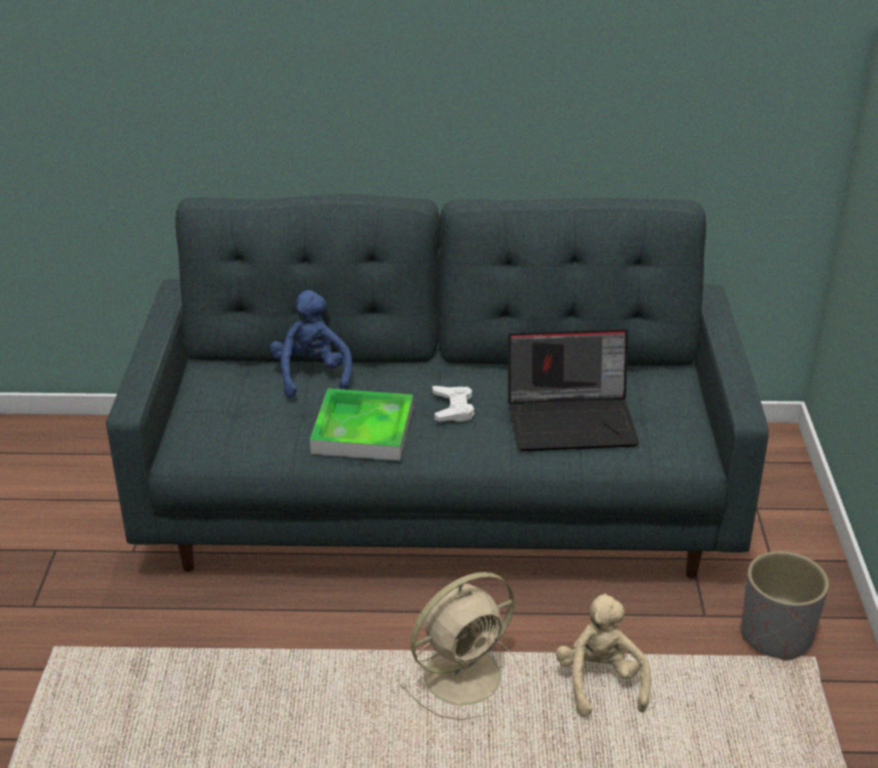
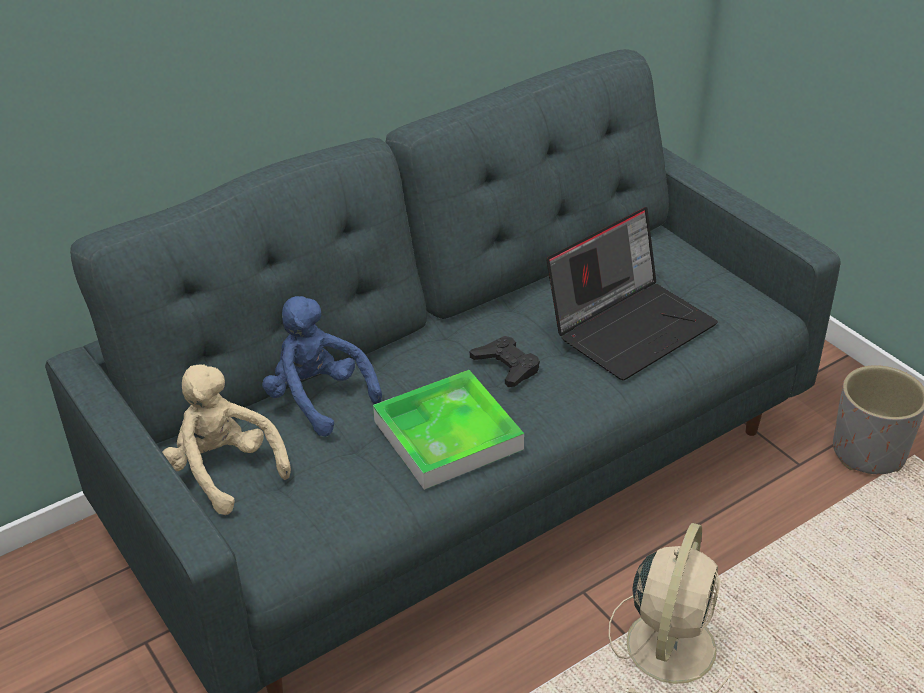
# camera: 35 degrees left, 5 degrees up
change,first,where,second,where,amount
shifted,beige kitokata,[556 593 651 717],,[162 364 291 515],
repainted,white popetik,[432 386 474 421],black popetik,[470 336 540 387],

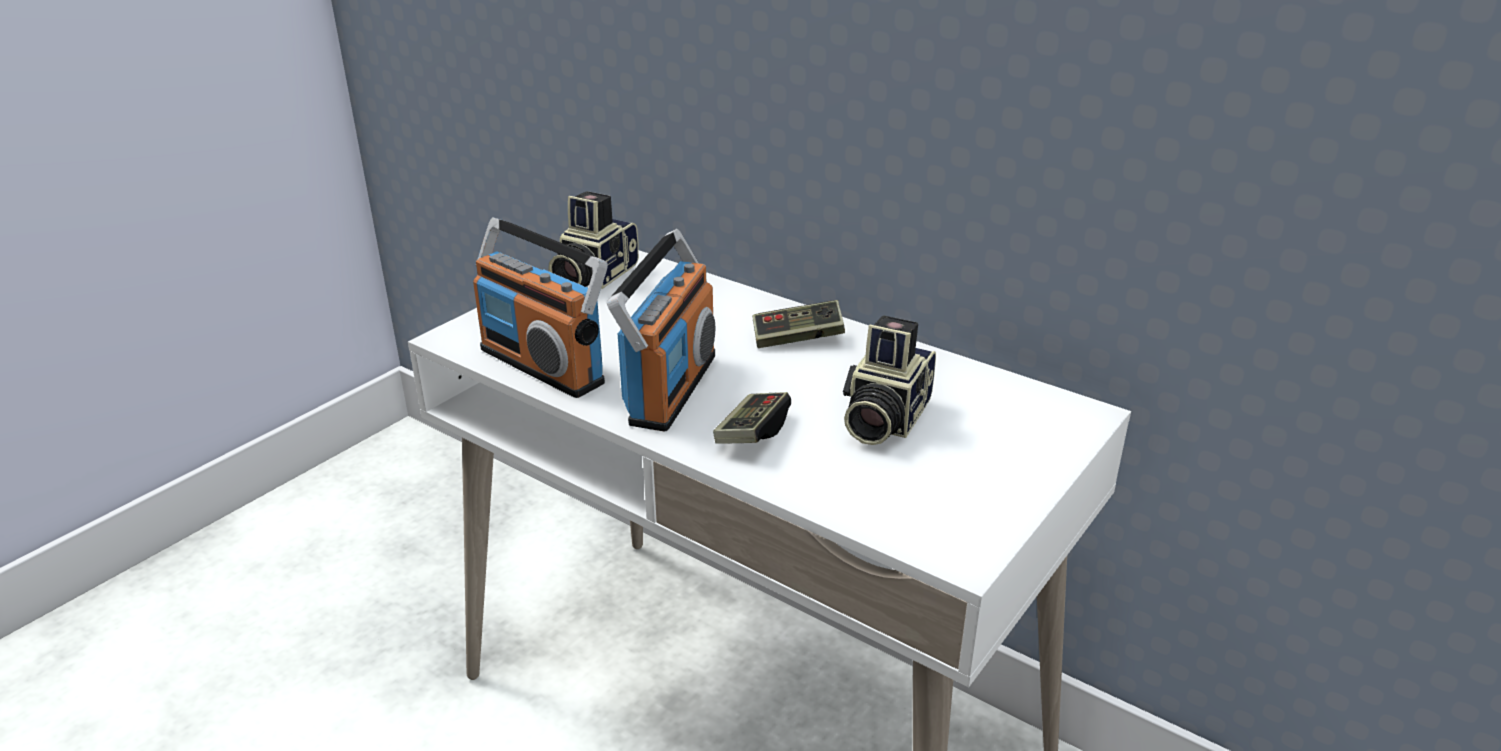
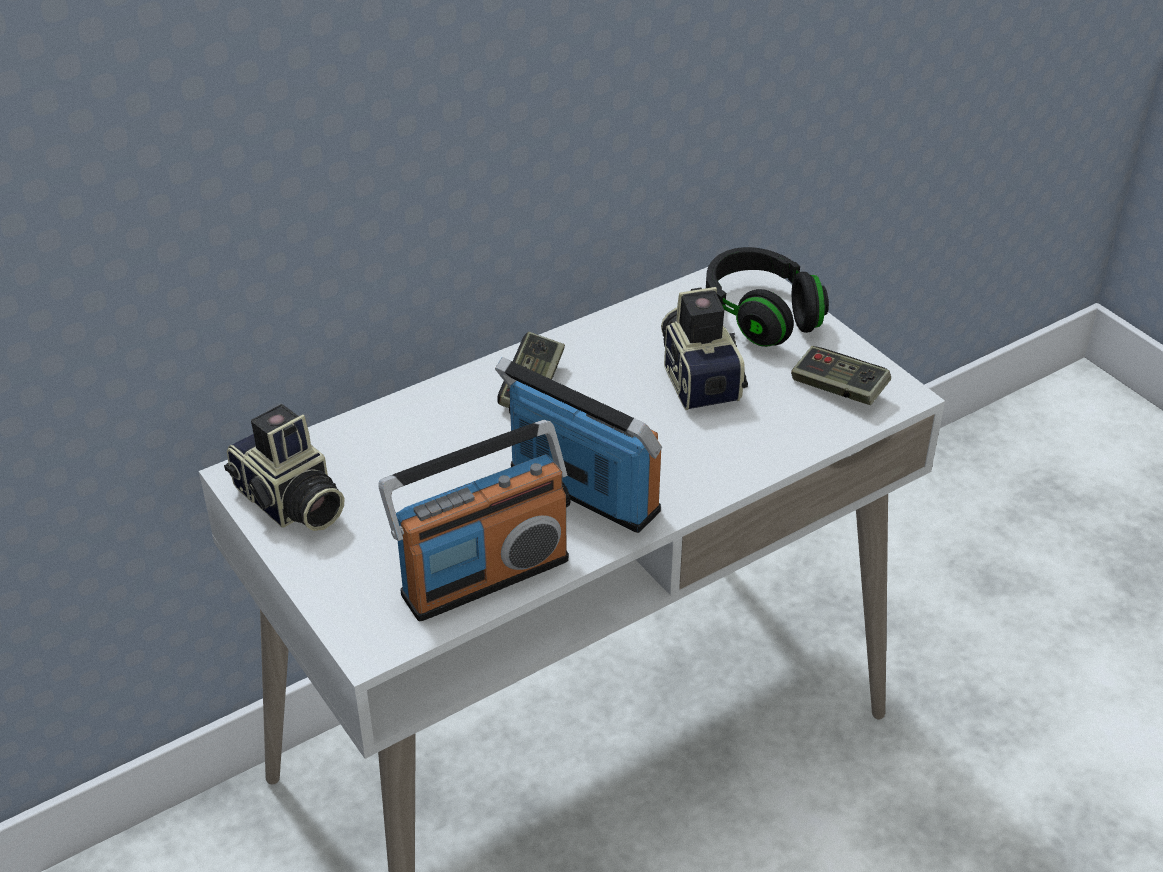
# camera: 70 degrees left, 10 degrees up
change,first,where,second,where,amount
rotated,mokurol,[843 315 936 445],,[661 287 748 410],150 degrees counterclockwise
new,,,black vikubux,[706 247 829 347],
shifted,popetik,[713 392 791 444],,[791 346 891 405],

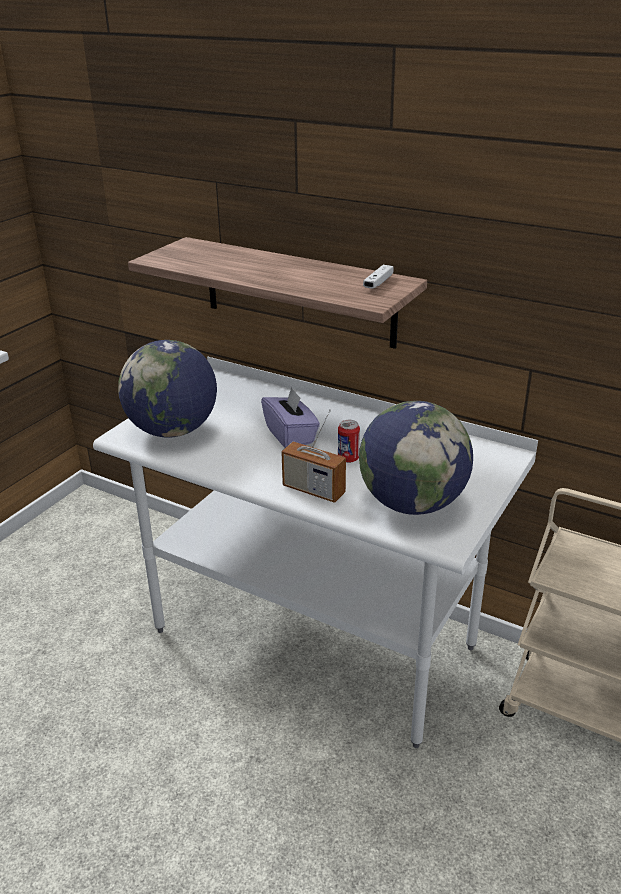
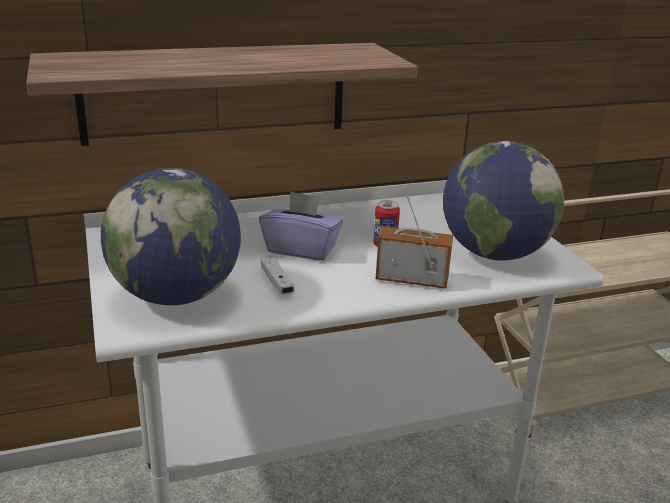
# camera: 50 degrees left, 5 degrees down
change,first,where,second,where,amount
shifted,white popetik,[363 265 394 288],,[261 257 295 295],
rotated,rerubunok,[281 409 346 503],,[376 188 453 289],150 degrees counterclockwise

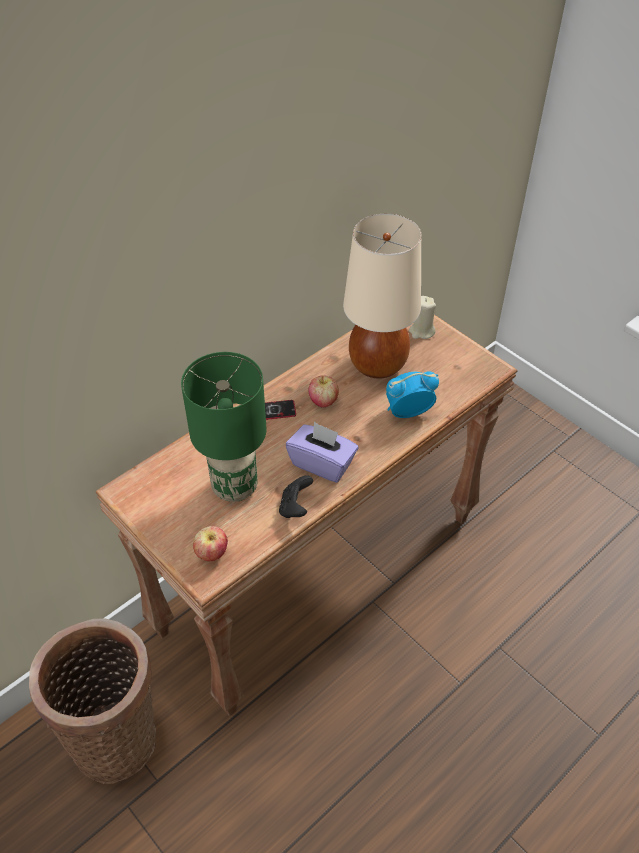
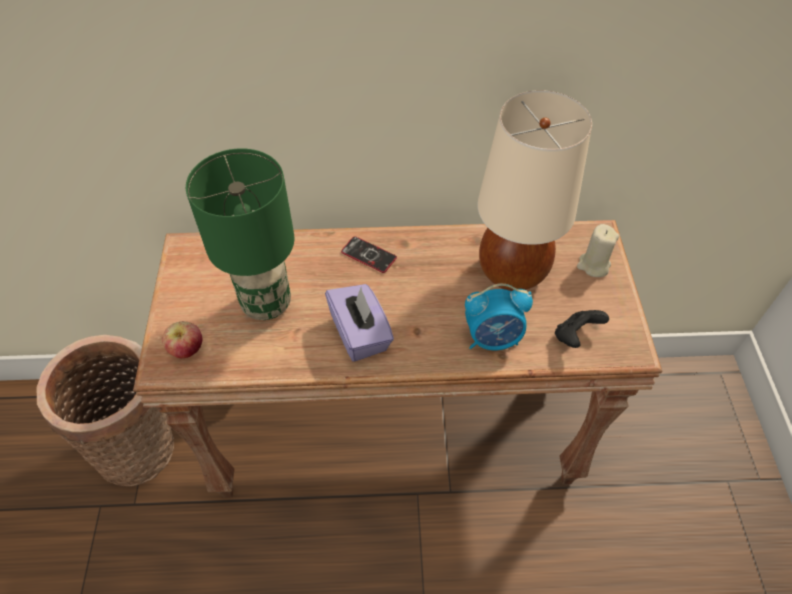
# camera: 40 degrees right, 5 degrees up
change,first,where,second,where,amount
rotated,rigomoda,[386 371 439 418],,[465 283 533 350],150 degrees clockwise
shifted,black popetik,[279 476 313 518],,[555 310 609 348],
gone,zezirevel,[308 375 339 407],,,

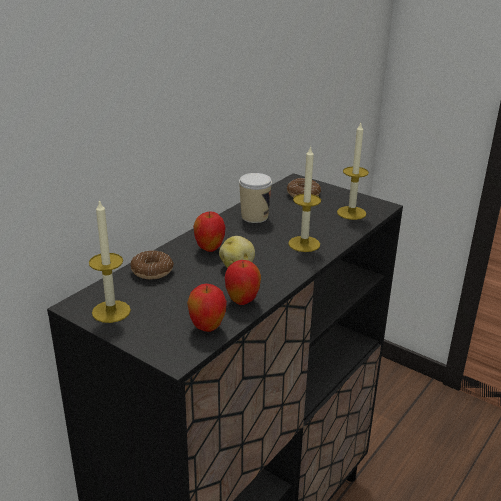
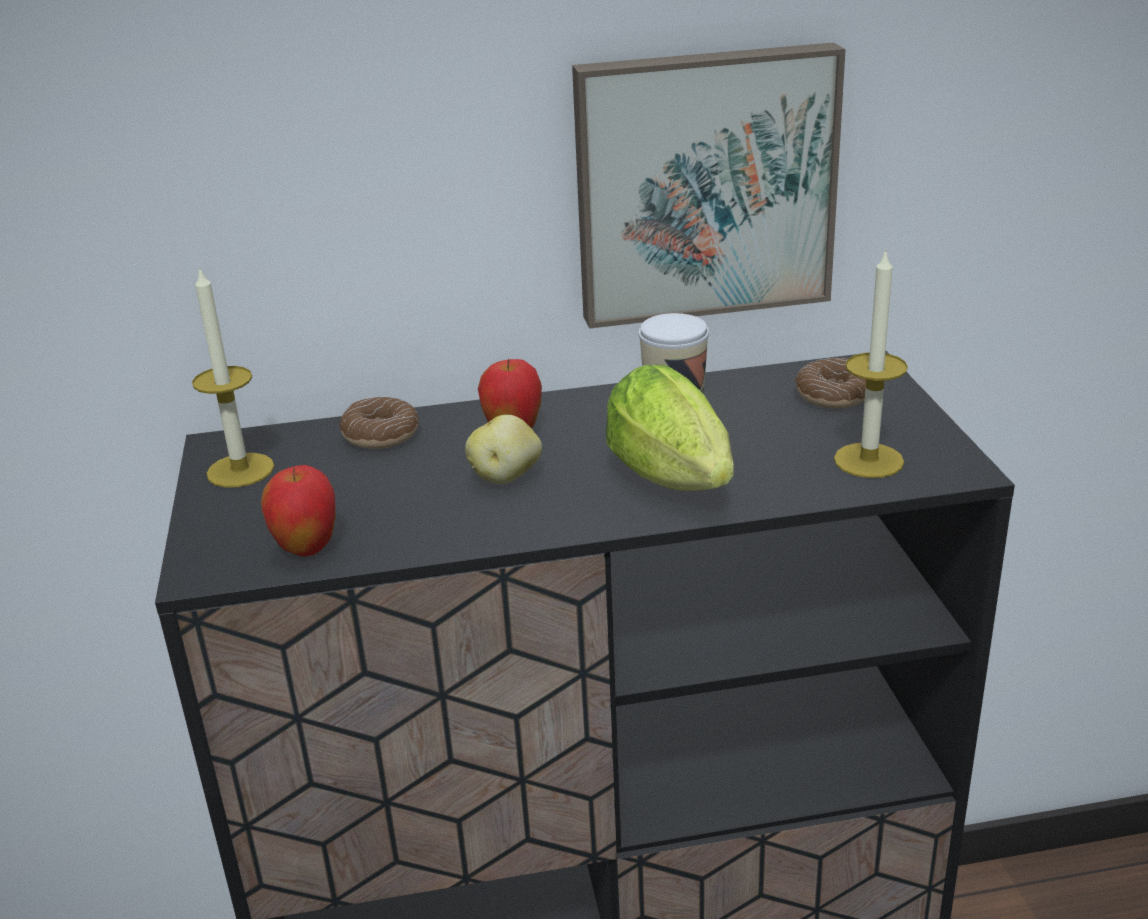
# camera: 45 degrees right, 0 degrees up
change,first,where,second,where,amount
new,,,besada,[572 43 846 329],
swapped,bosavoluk,[288 146 321 252],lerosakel,[606 365 734 491],
gone,zezirevel,[225 260 261 305],,,

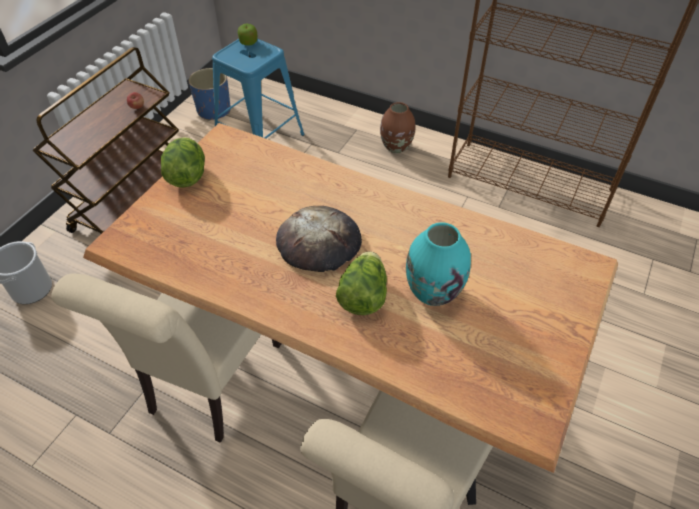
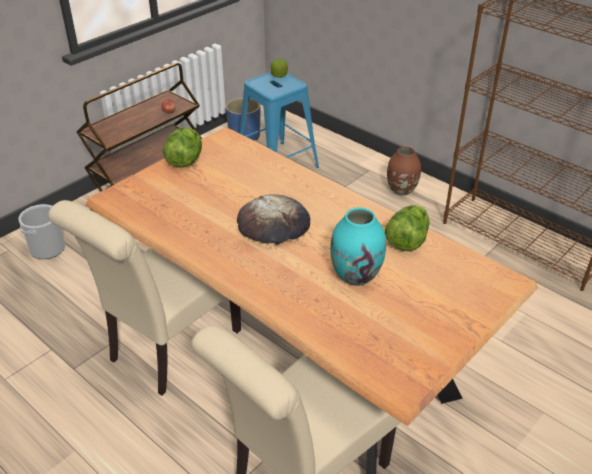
# camera: 15 degrees right, 10 degrees down
change,first,where,second,where,amount
shifted,lerosakel,[336 251 387 315],,[385 205 429 251],

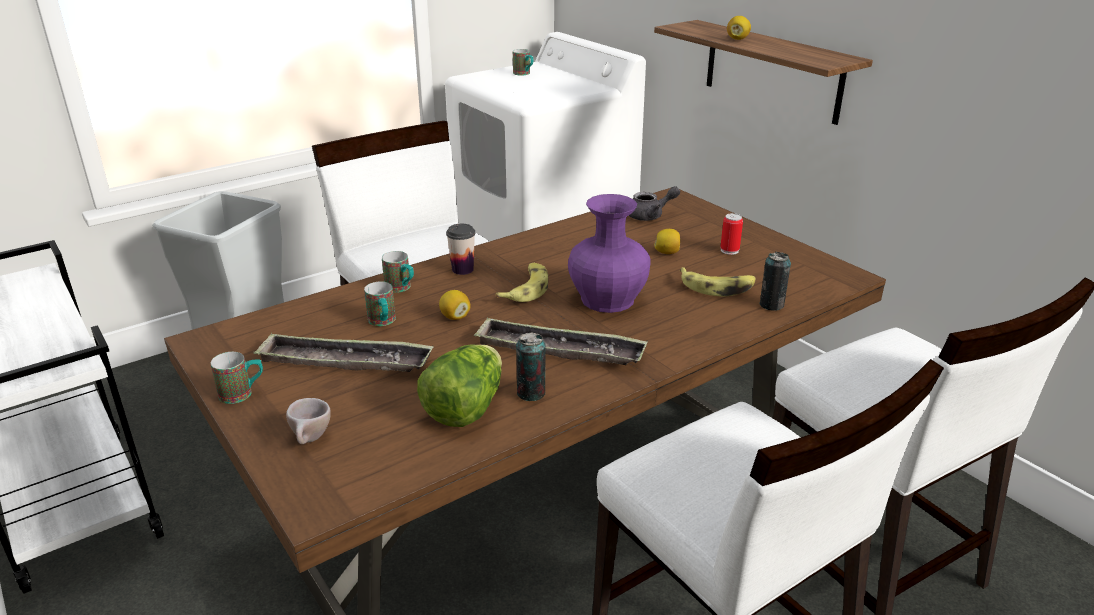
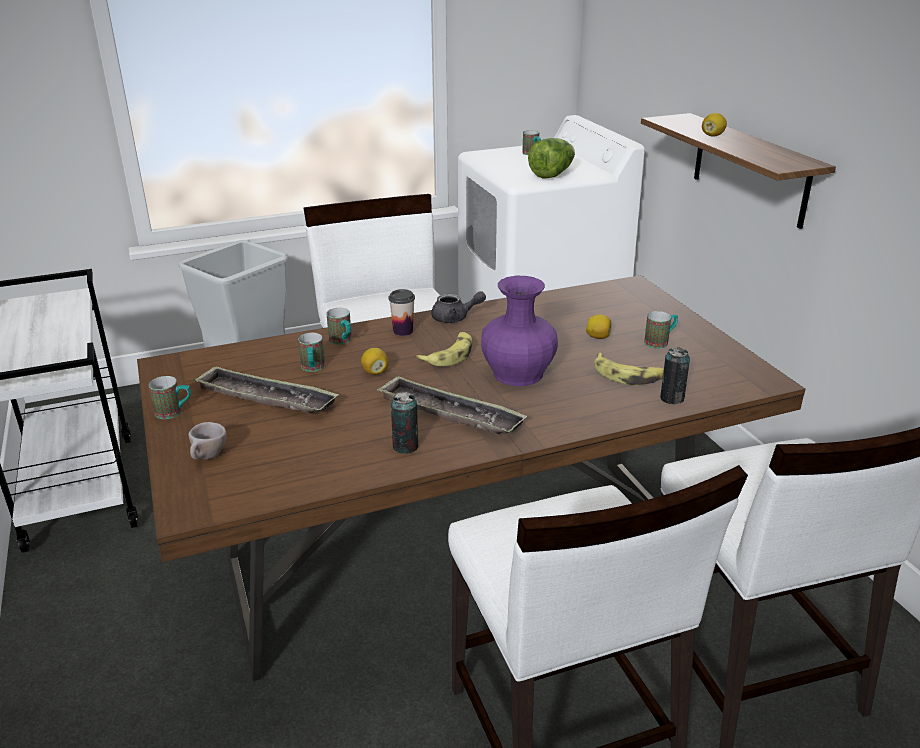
# camera: 15 degrees right, 0 degrees up
change,first,where,second,where,amount
shifted,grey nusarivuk,[629 186 680 221],,[431 291 486 323],
shifted,lerosakel,[417 345 502 427],,[528 138 575 179],
swapped,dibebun,[720 213 743 255],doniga,[644 311 678 349],

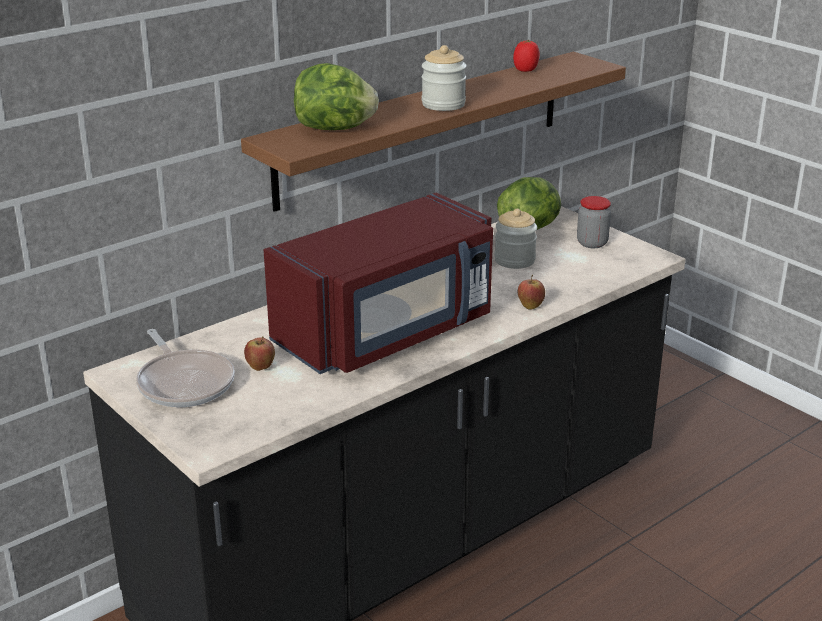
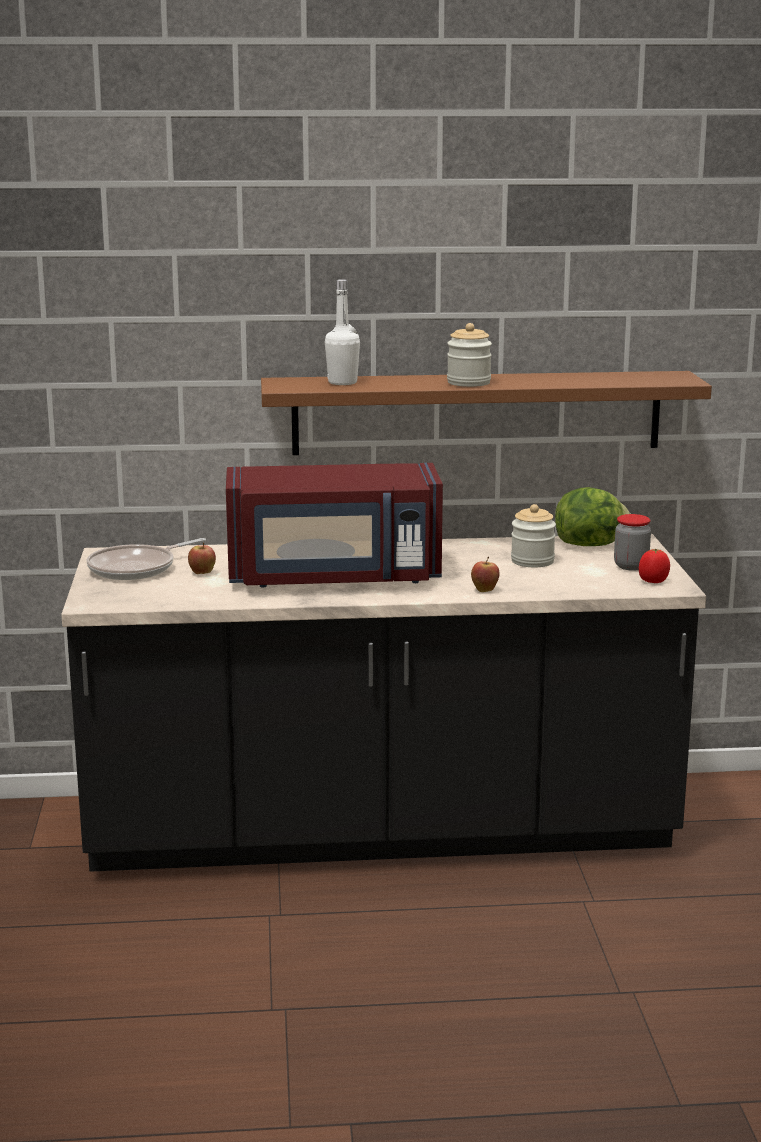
# camera: 35 degrees right, 10 degrees down
change,first,where,second,where,amount
rotated,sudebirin,[136 329 235 407],,[87 538 206 580],45 degrees clockwise
swapped,lerosakel,[294 63 379 130],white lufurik,[325 279 360 385],
shifted,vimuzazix,[513 40 540 72],,[639 549 670 583],

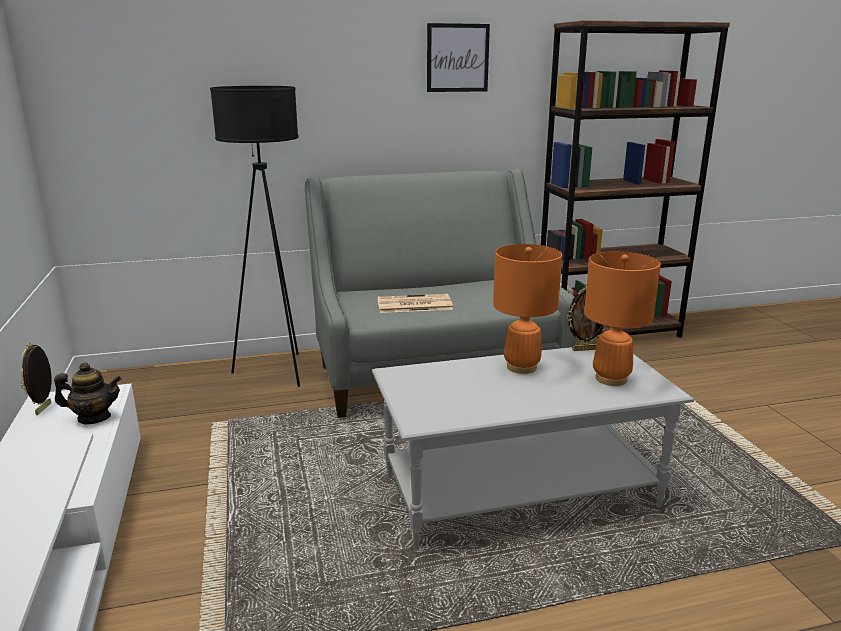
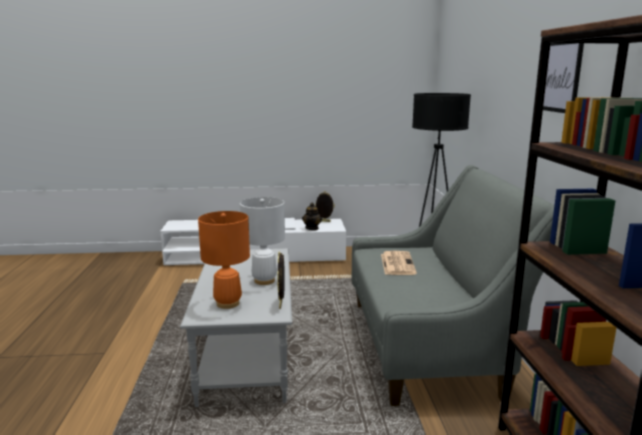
# camera: 100 degrees right, 5 degrees down
change,first,where,second,where,amount
repainted,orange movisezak,[493 244 562 374],white movisezak,[240 197 285 285],

